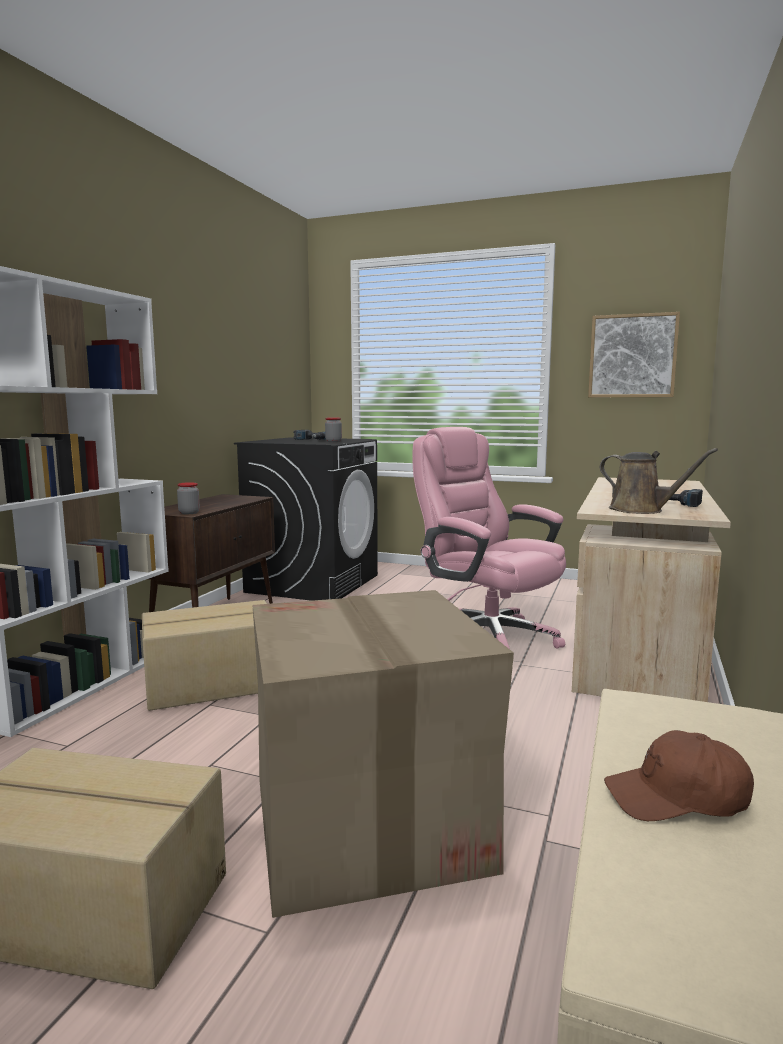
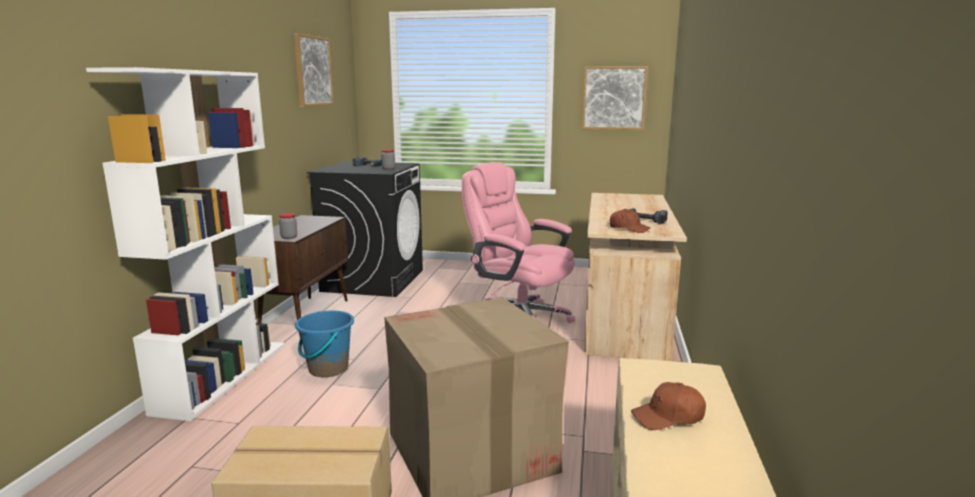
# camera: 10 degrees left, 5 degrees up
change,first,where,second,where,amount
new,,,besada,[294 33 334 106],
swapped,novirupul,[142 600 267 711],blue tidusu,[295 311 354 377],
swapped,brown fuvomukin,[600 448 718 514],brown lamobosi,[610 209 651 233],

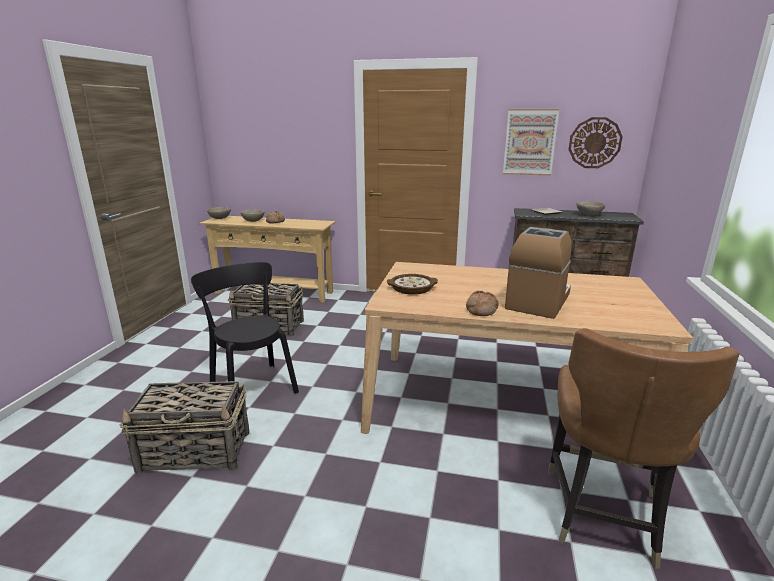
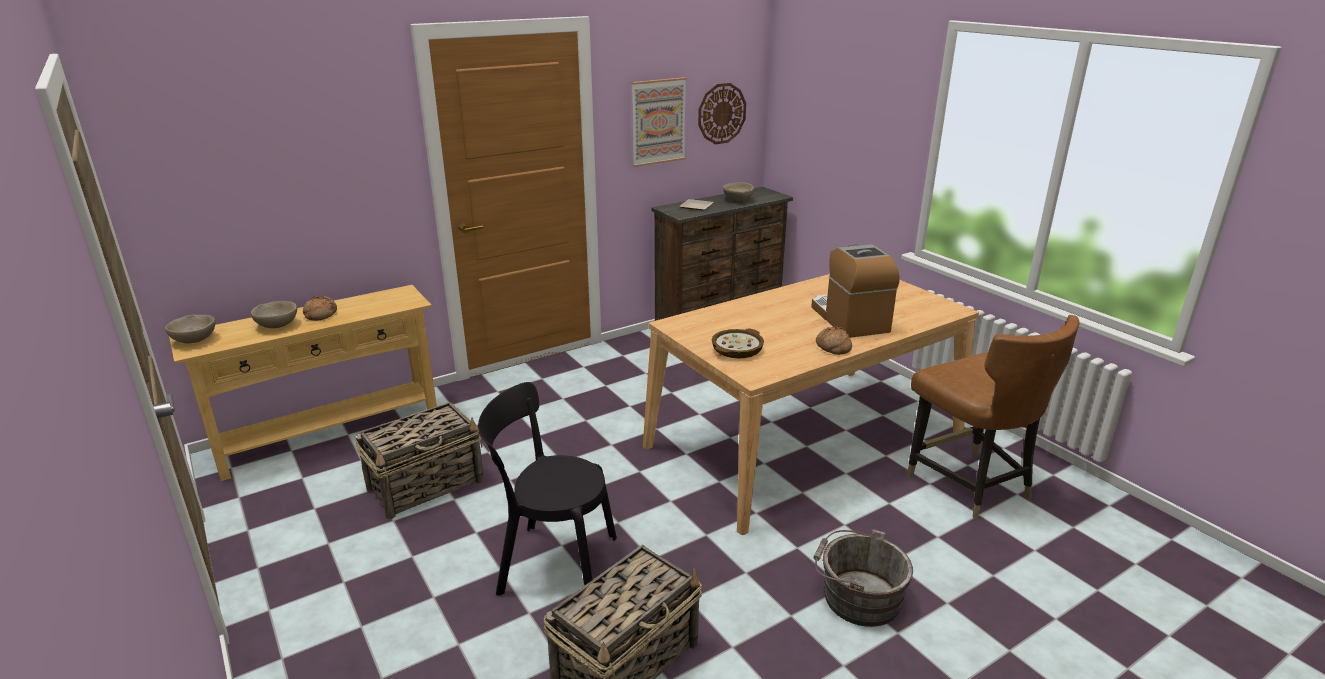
# camera: 45 degrees left, 5 degrees up
change,first,where,second,where,amount
new,,,grey tidusu,[813 529 913 627],

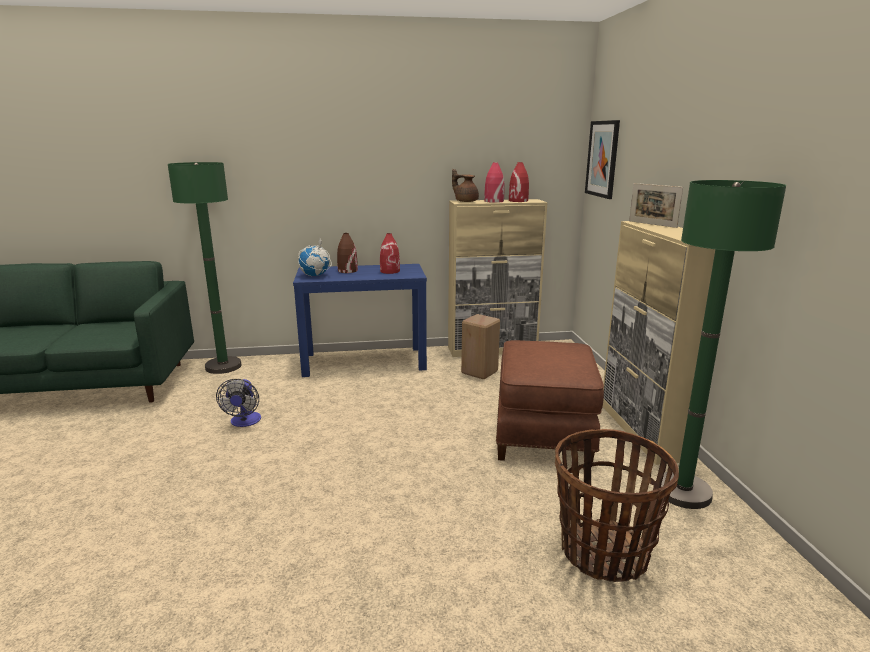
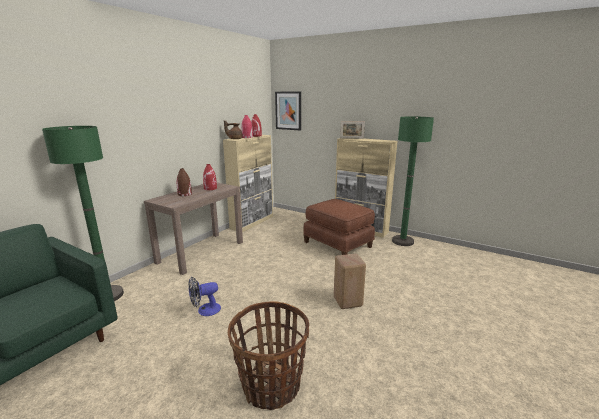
# camera: 50 degrees left, 0 degrees up
change,first,where,second,where,amount
repainted,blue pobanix,[293 264 427 377],brown pobanix,[144 183 243 275],
rotated,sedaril,[216 379 261 427],,[188 277 221 316],120 degrees clockwise
shifted,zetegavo,[555 429 679 582],,[228 301 309 410],
shifted,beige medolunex,[461 314 500 379],,[334 254 366 309],
gone,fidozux,[298 237 332 276],,,

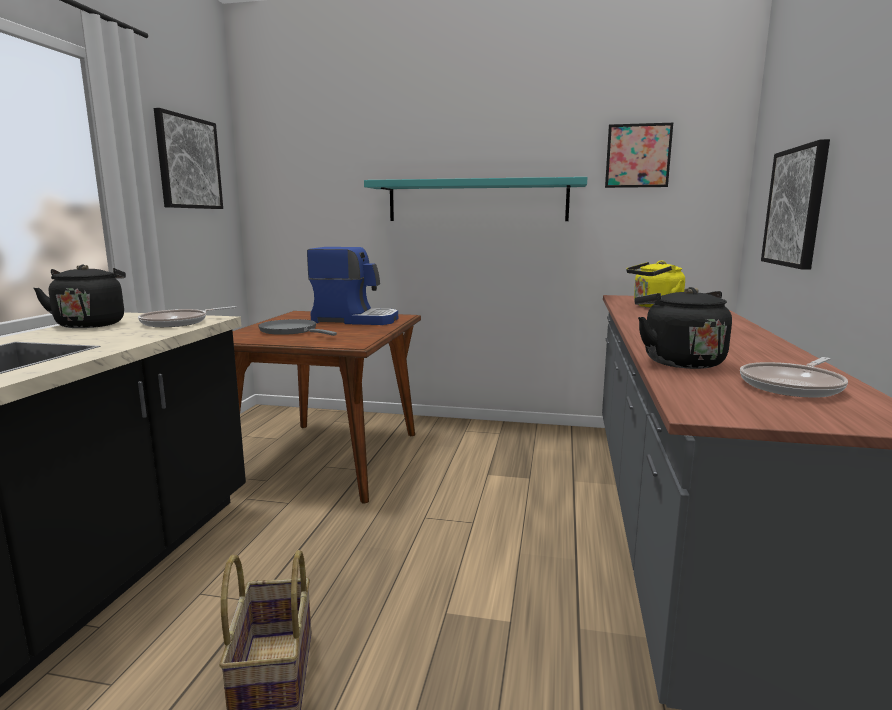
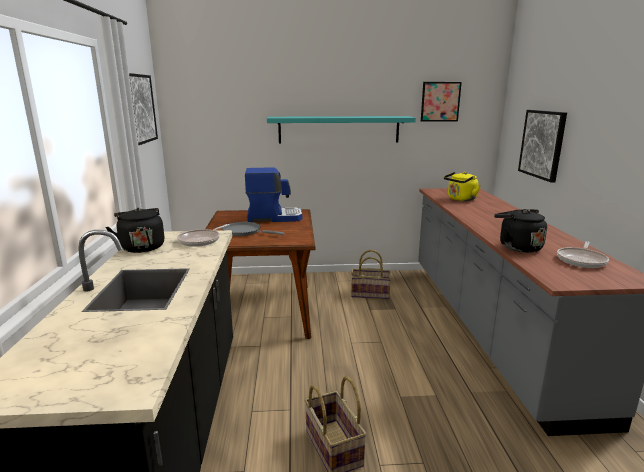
# camera: 15 degrees left, 5 degrees up
change,first,where,second,where,amount
new,,,zetegavo,[351 250 391 299],

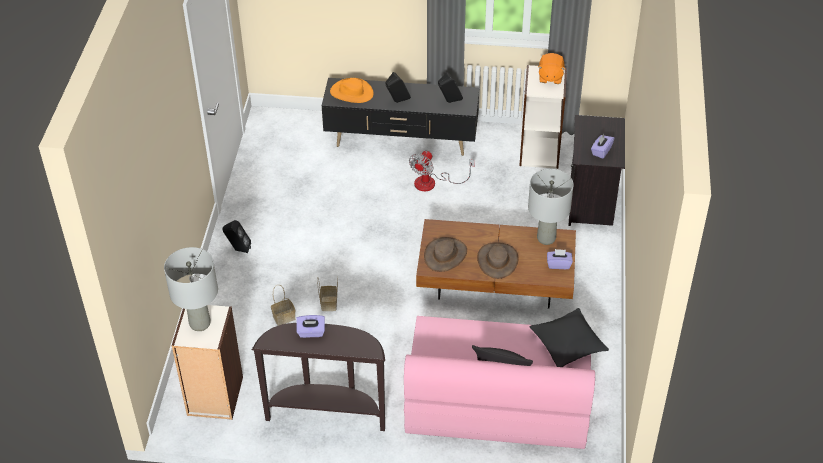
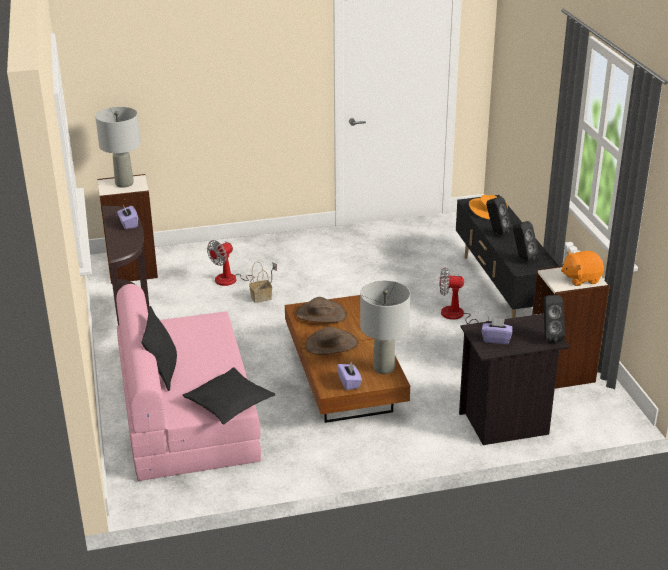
# camera: 70 degrees right, 15 degrees down
change,first,where,second,where,amount
swapped,zetegavo,[271 285 295 326],sedaril,[207 240 277 286],
shifted,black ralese,[222 220 251 253],,[543 295 565 343],

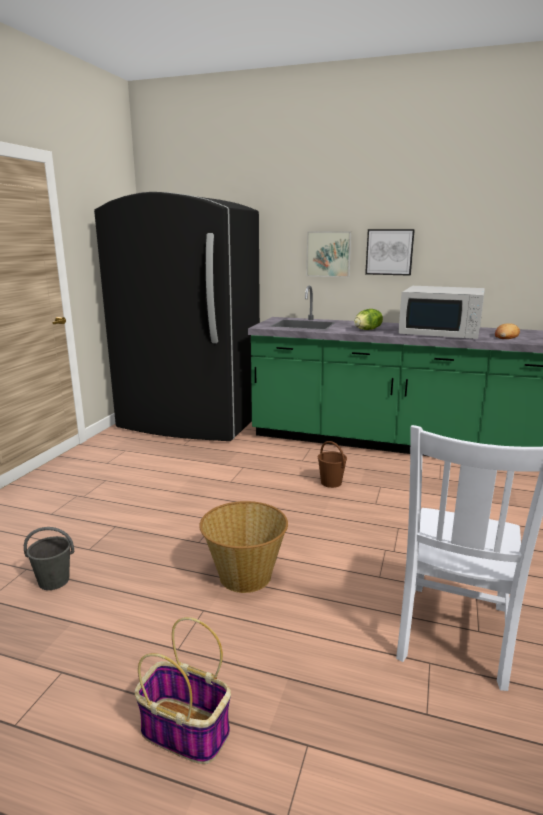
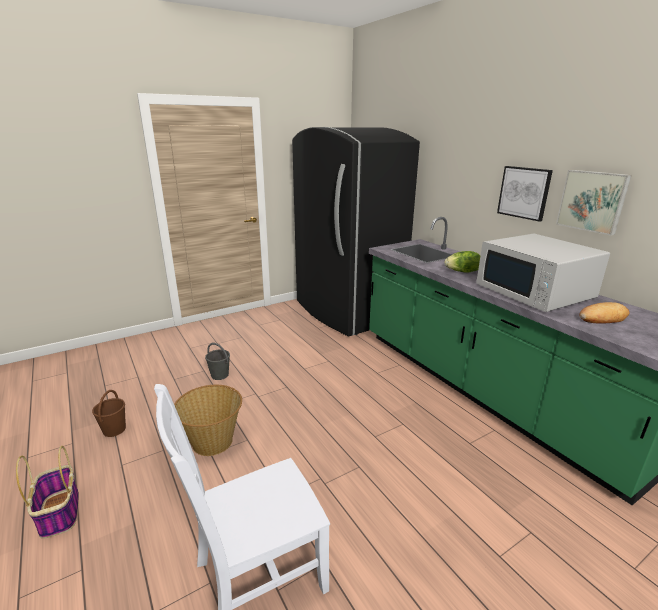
# camera: 40 degrees right, 5 degrees up
change,first,where,second,where,amount
shifted,brown tidusu,[318 441 347 488],,[92 390 126 437],
shifted,grey tidusu,[24 527 74 590],,[205 343 230 380],
shifted,besada,[306 232 352 277],,[556 170 632 235],

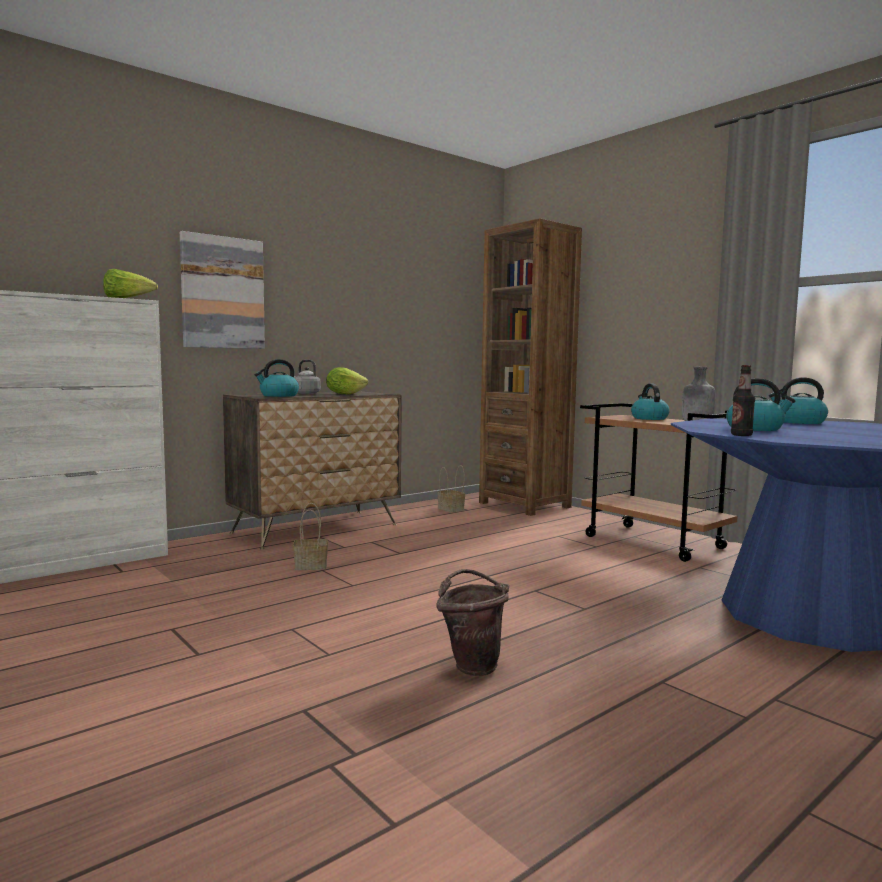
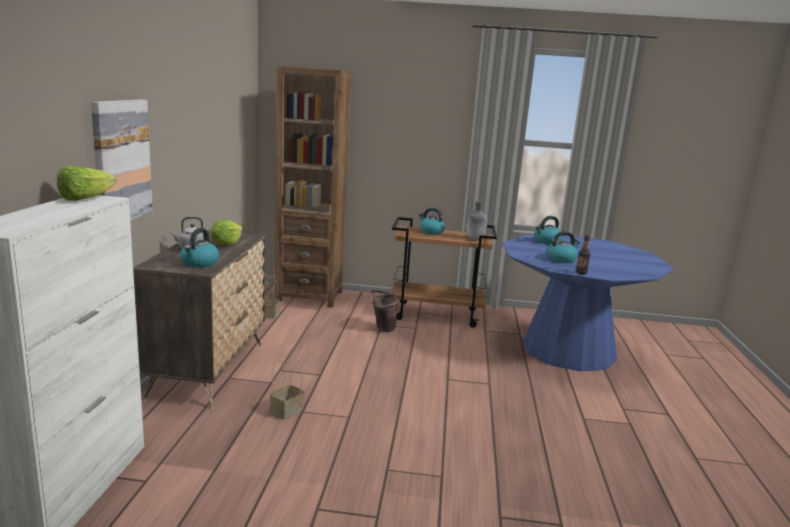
# camera: 45 degrees left, 10 degrees up
change,first,where,second,where,amount
shifted,brown tidusu,[437 569 509 676],,[370 290 398 332],

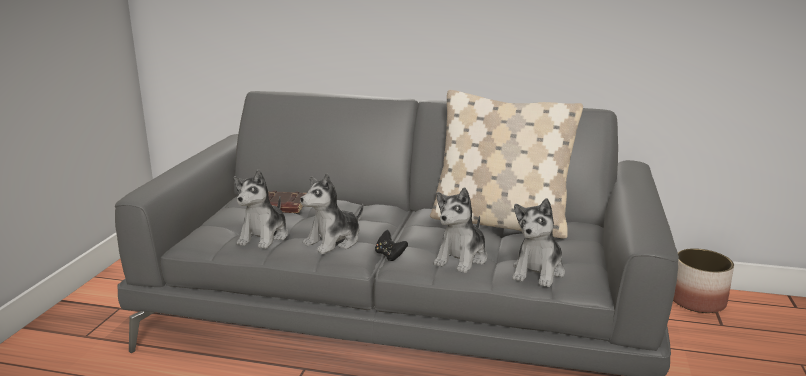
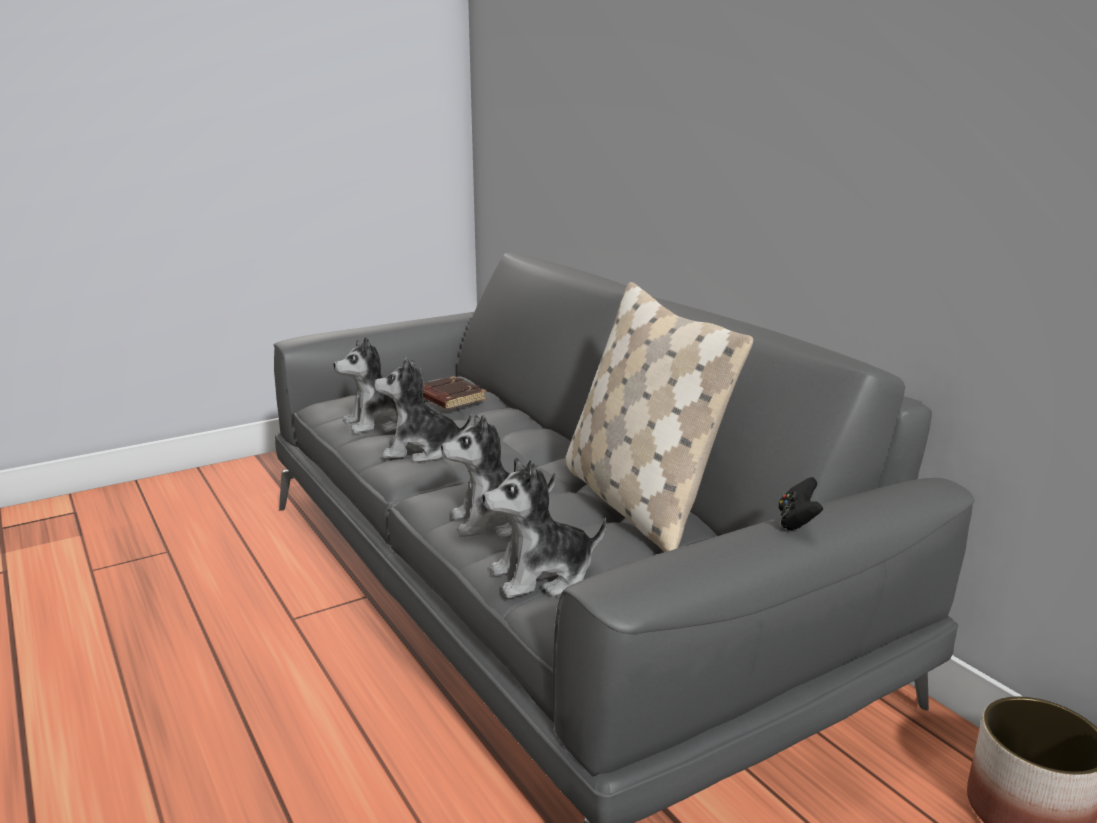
# camera: 45 degrees right, 0 degrees up
change,first,where,second,where,amount
shifted,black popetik,[375 230 408 261],,[778 477 823 530],

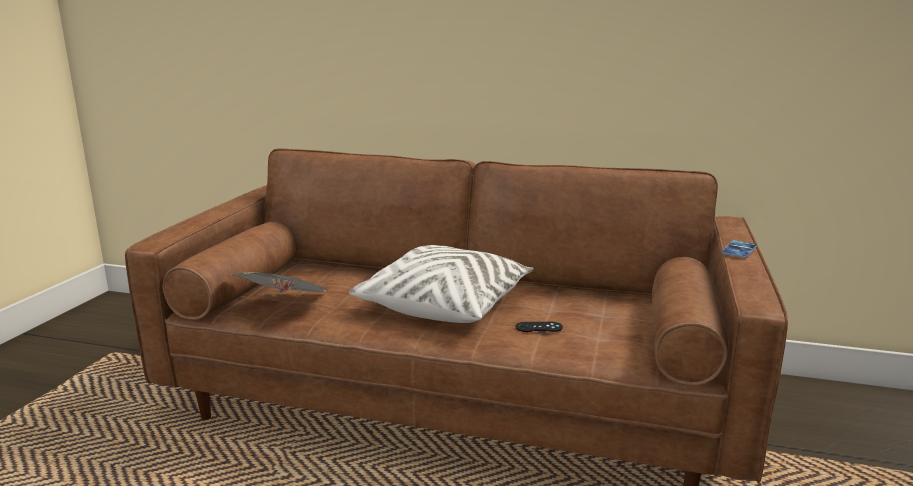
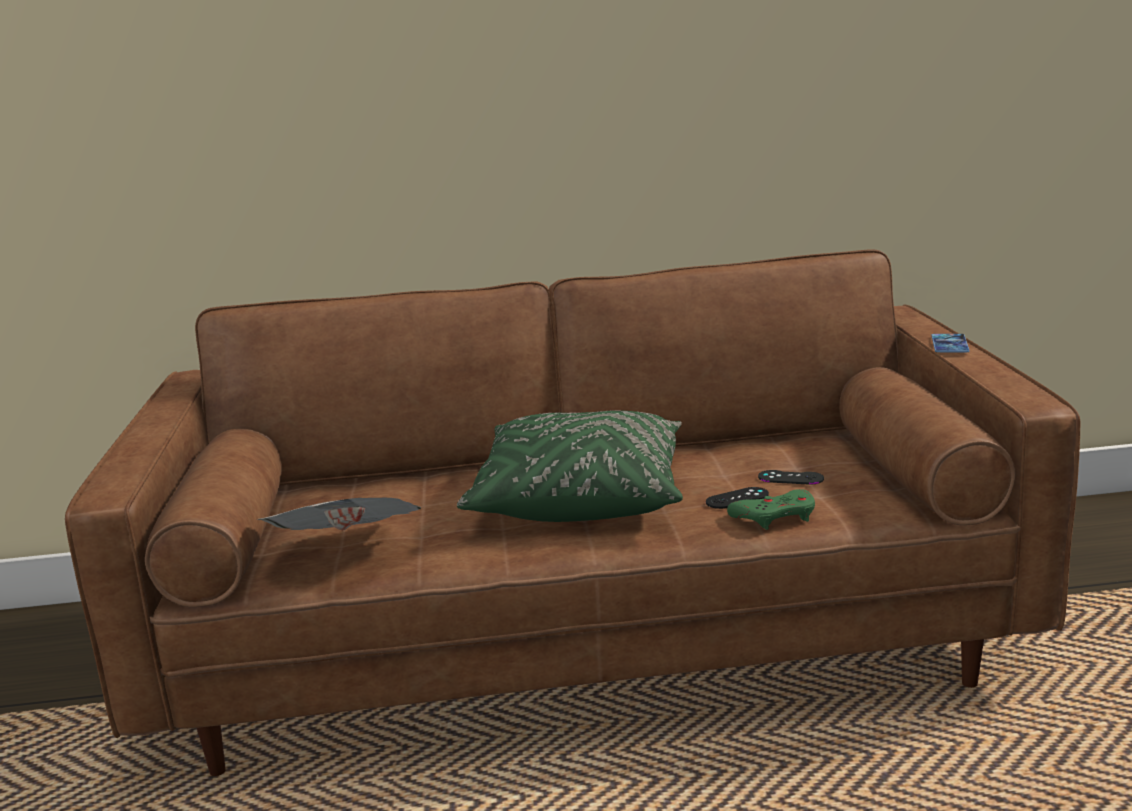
# camera: 20 degrees left, 0 degrees up
change,first,where,second,where,amount
repainted,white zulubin,[349 245 534 323],green zulubin,[457 410 683 522],
new,,,green popetik,[727 489 815 530],
new,,,black popetik,[758 470 824 485],

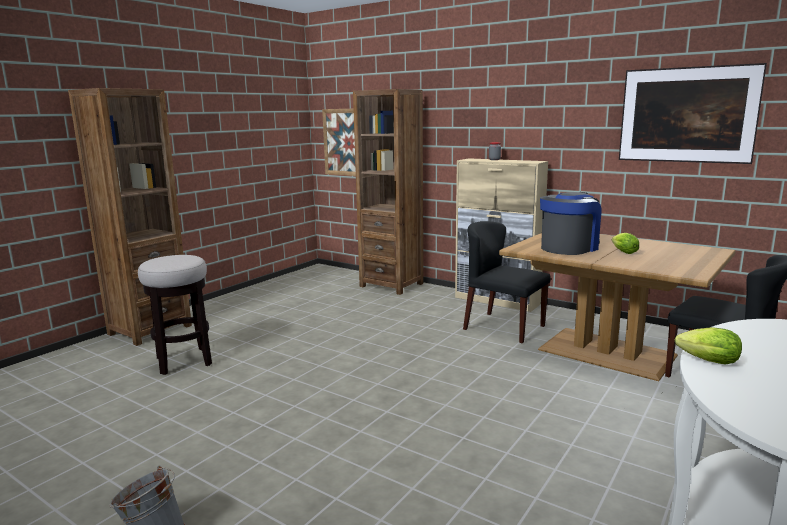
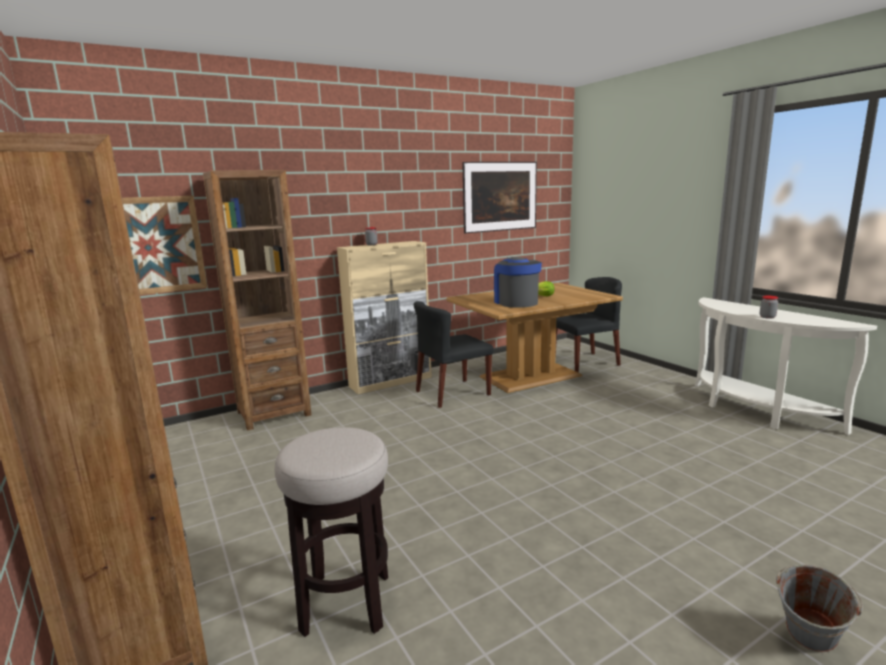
# camera: 65 degrees left, 0 degrees up
change,first,where,second,where,amount
swapped,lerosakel,[675 327 742 365],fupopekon,[760 296 778 319],

